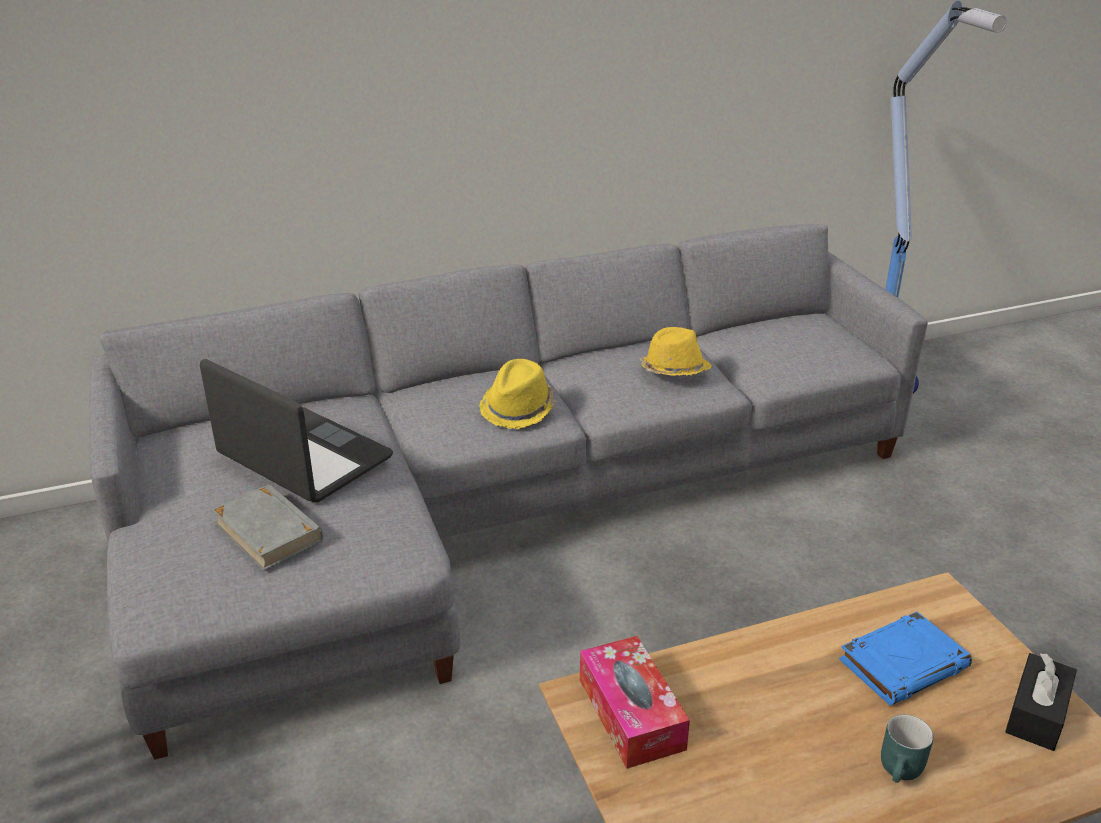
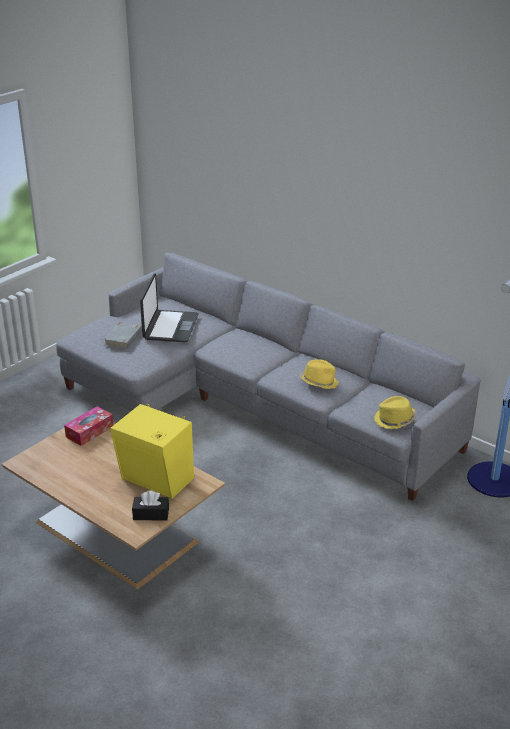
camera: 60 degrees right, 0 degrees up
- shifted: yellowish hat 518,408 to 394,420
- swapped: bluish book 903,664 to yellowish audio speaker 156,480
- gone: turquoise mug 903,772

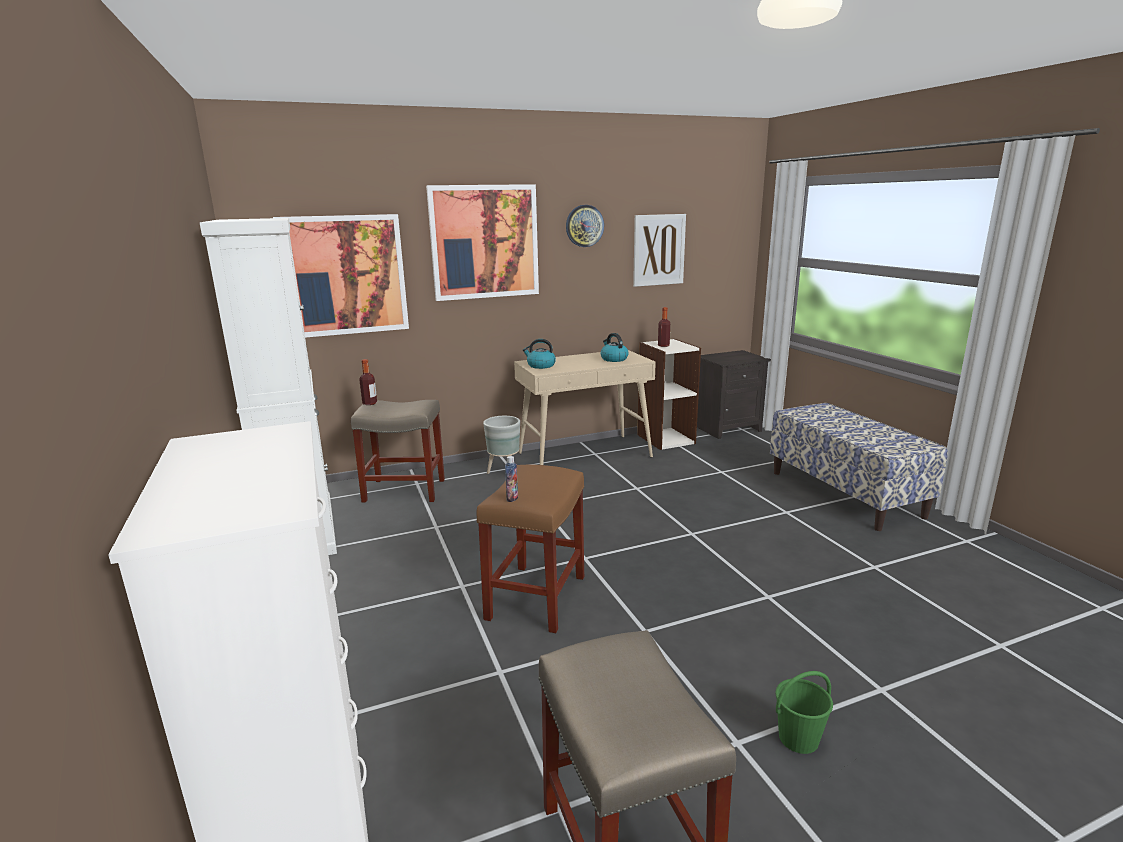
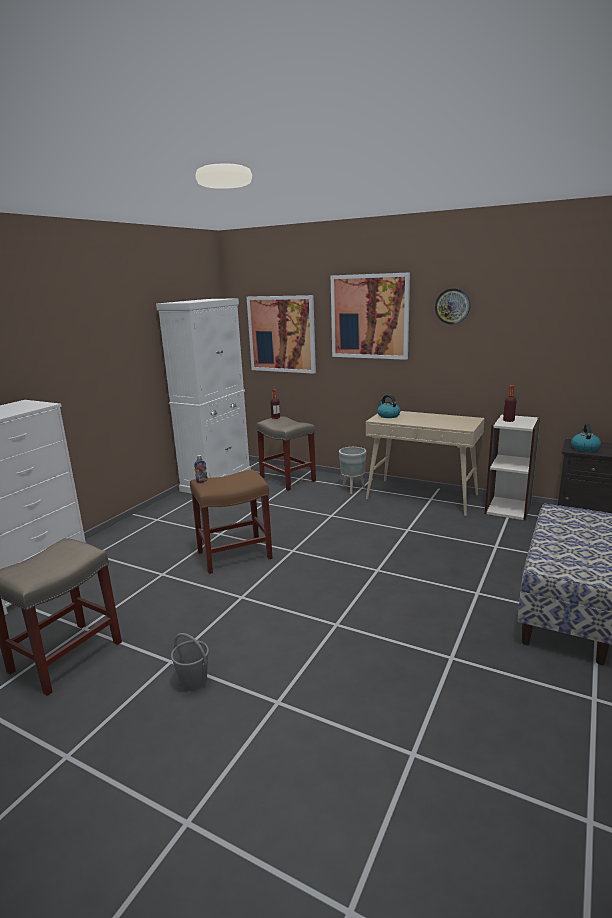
camera: 50 degrees right, 0 degrees up
- shifted: tea kettle 613,359 to 584,448
- gone: wall art 659,250
- repainted: green water bucket 797,738 to greyish water bucket 193,681

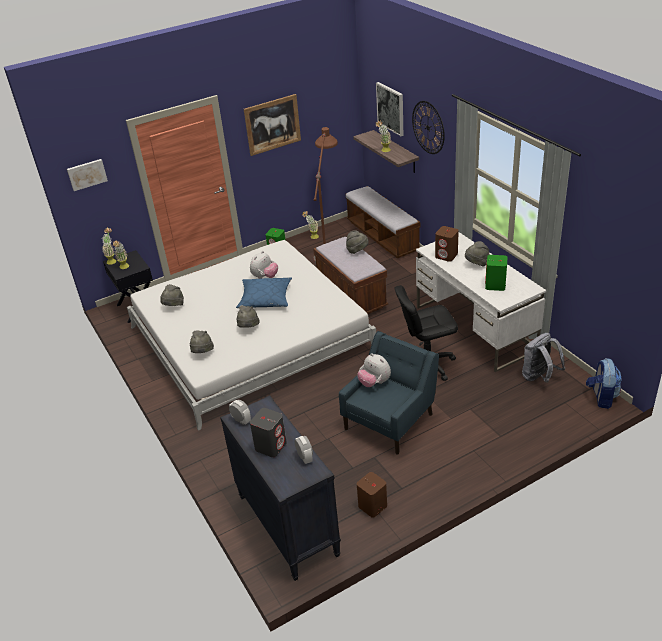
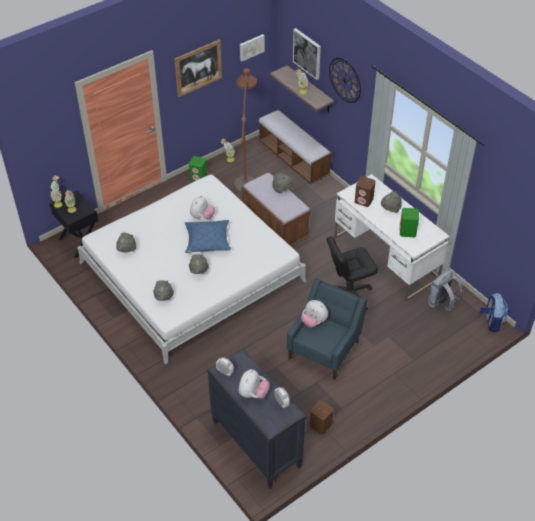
camera: 10 degrees left, 10 degrees up
- shifted: wall art 87,174 to 251,47
- swapped: greyish audio speaker 271,446 to cuddly toy 253,393

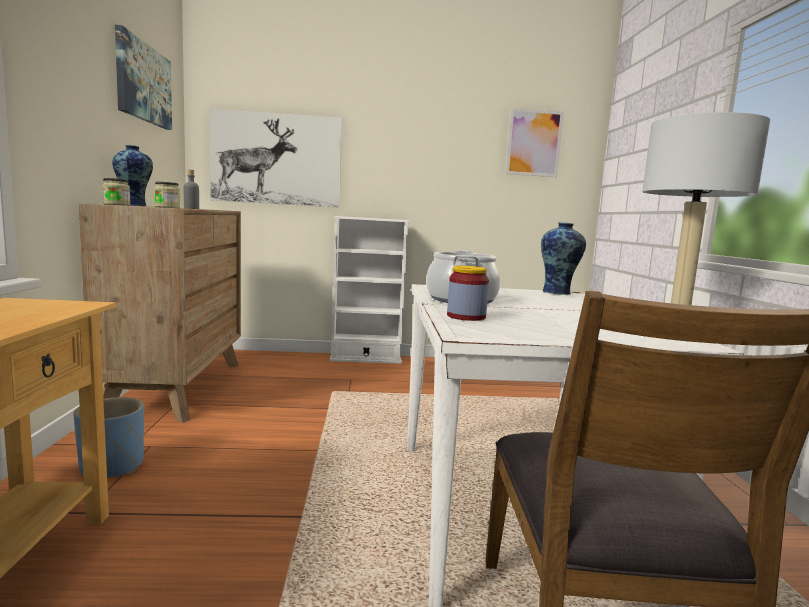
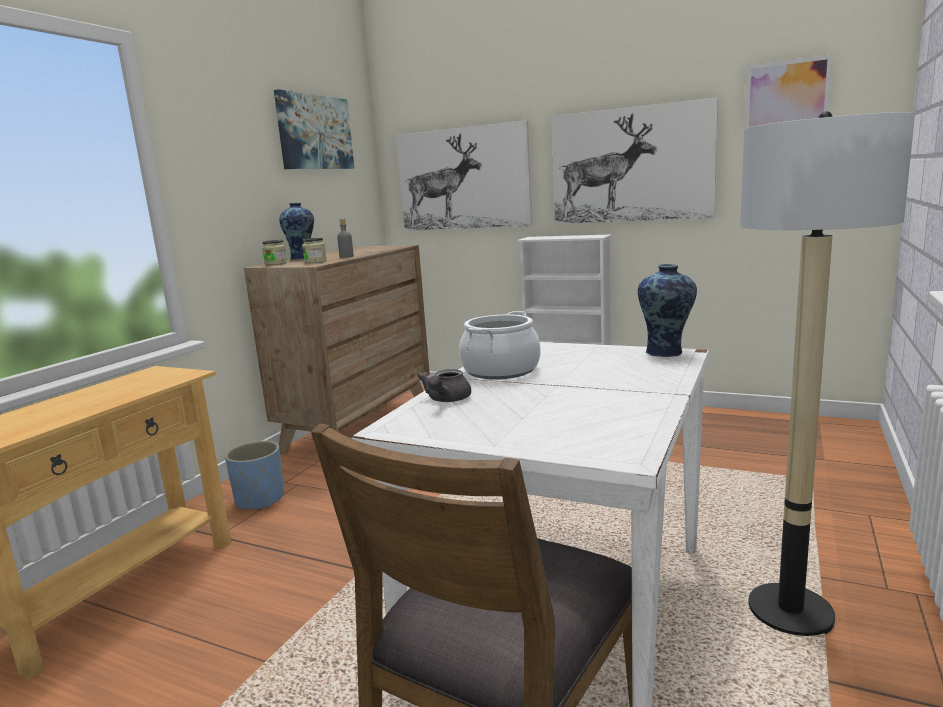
camera: 30 degrees right, 5 degrees up
- swapped: jar 466,316 to greyish teapot 446,400
- new: wall art 631,165

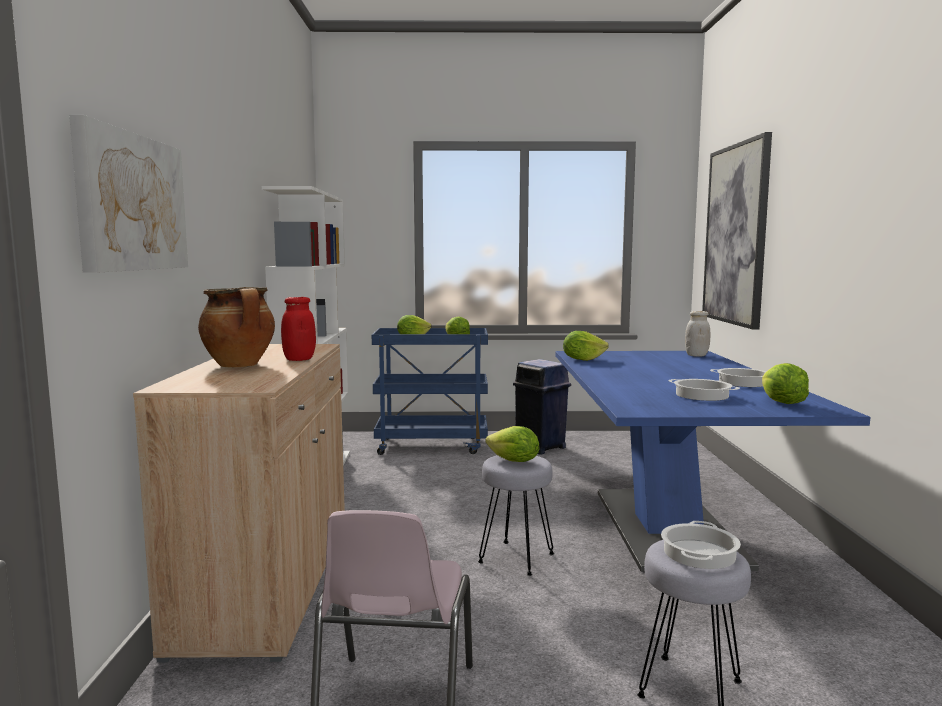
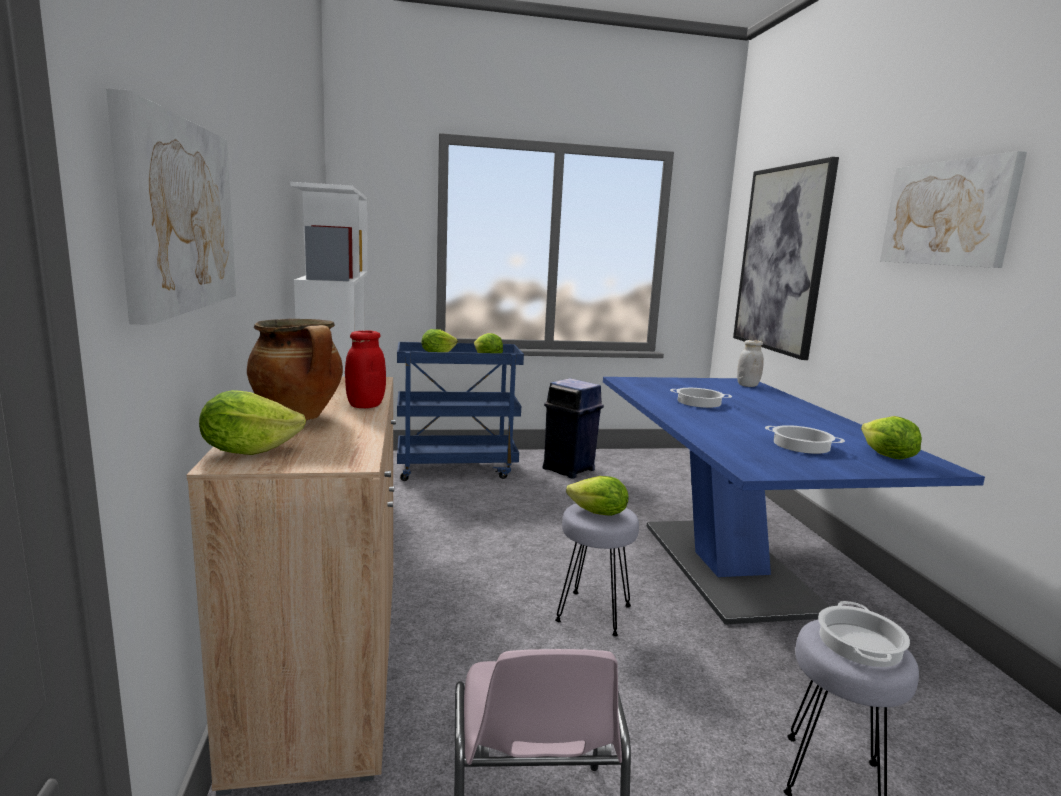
camera: 10 degrees left, 5 degrees up
- shifted: lettuce head 582,359 to 248,451
- shifted: saucepot 742,383 to 698,402
- new: wall art 948,213

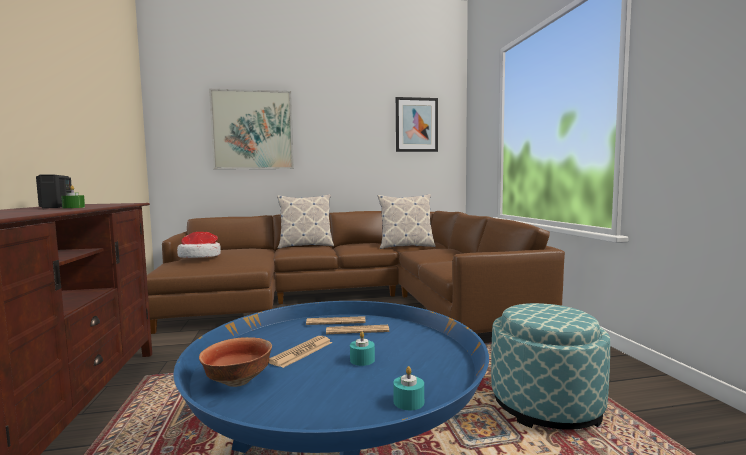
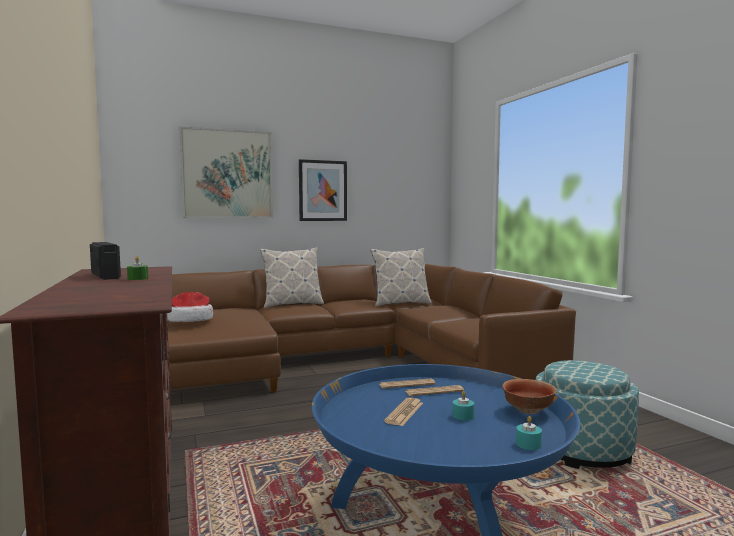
camera: 10 degrees left, 0 degrees up
- shifted: bowl 238,381 to 529,411
- shifted: wall art 416,125 to 322,190

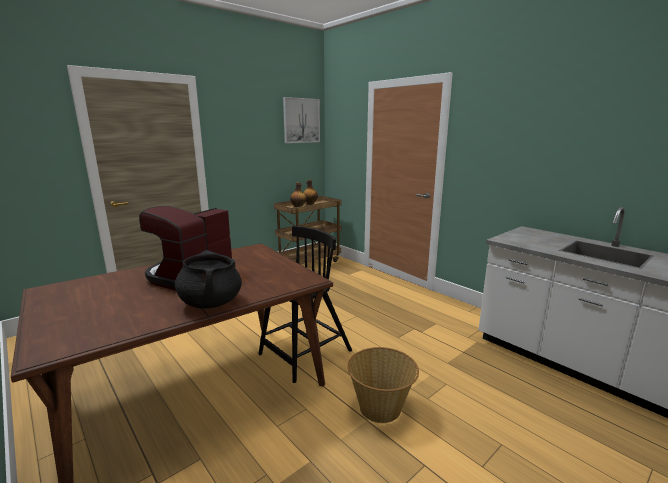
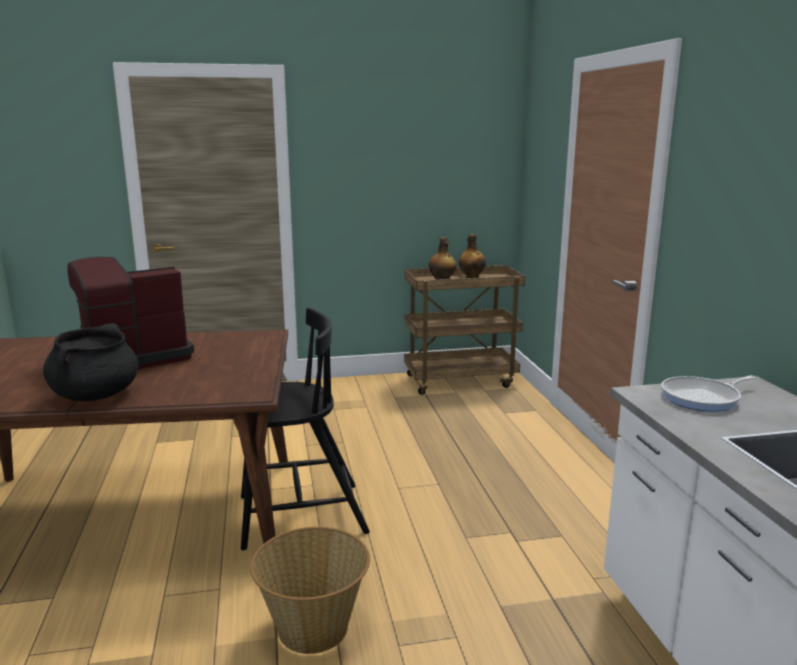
camera: 30 degrees right, 0 degrees up
- gone: wall art 301,120
- new: frying pan 703,398

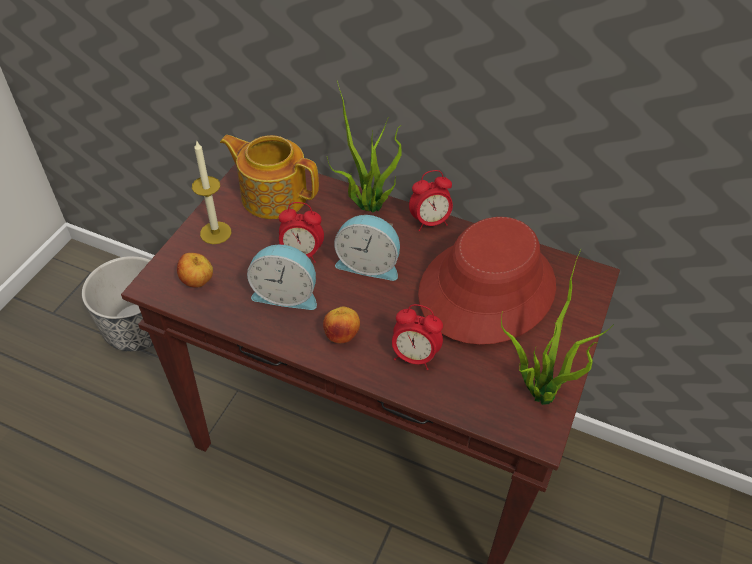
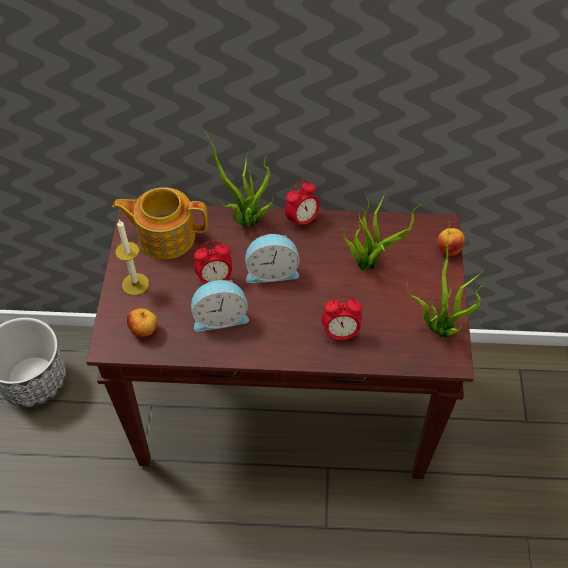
camera: 20 degrees left, 5 degrees up
- shifted: whole apple 342,335 to 448,250
- swapped: red-coloured hat 486,289 to plant in a pot 369,262

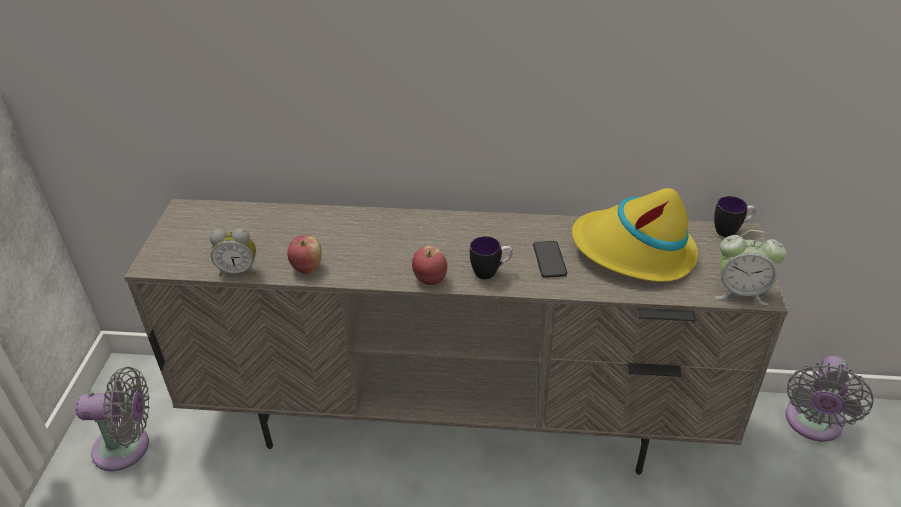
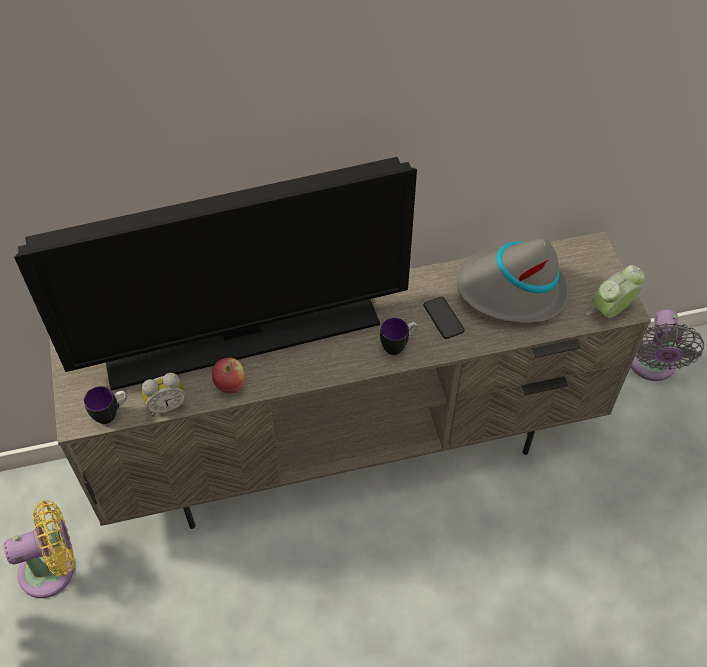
camera: 20 degrees left, 15 degrees up
- repainted: greyish fan 127,448 to yellowish fan 53,569
- gone: whole apple 430,279
- repainted: yellowish hat 633,251 to greyish hat 511,290
- shifted: mug 730,231 to 111,414
- rotated: table clock 740,292 = 610,311 150 degrees clockwise
- new: television 244,337

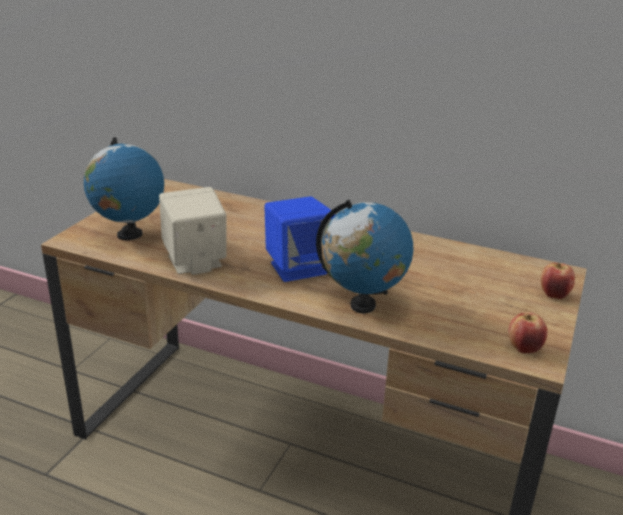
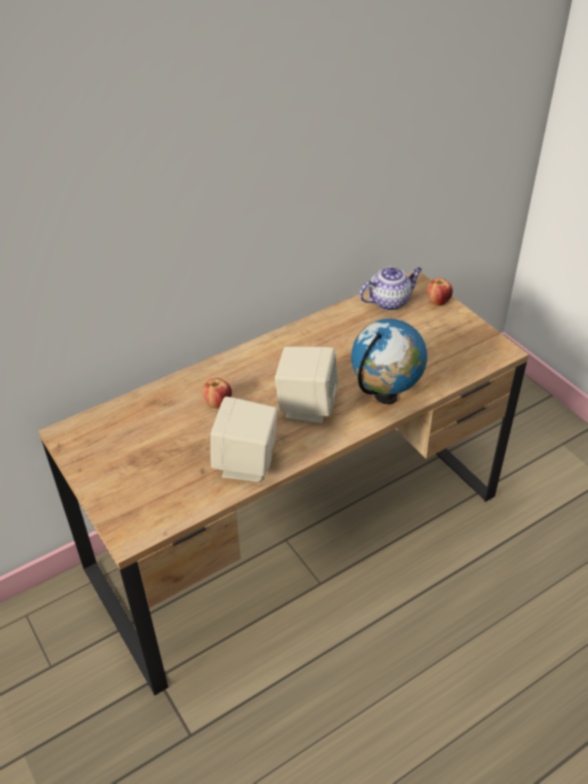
camera: 55 degrees left, 15 degrees up
- gone: desk globe 129,235
- repainted: bluish audio speaker 298,268 to sand-coloured audio speaker 306,406
- shifted: whole apple 524,348 to 218,403
- new: teapot 389,301

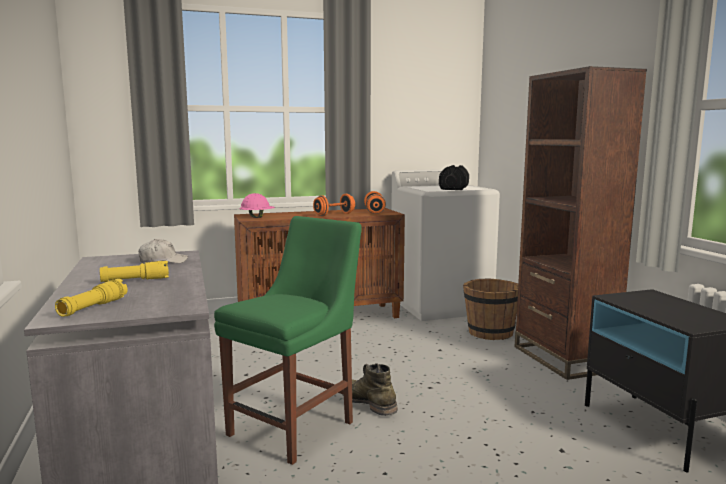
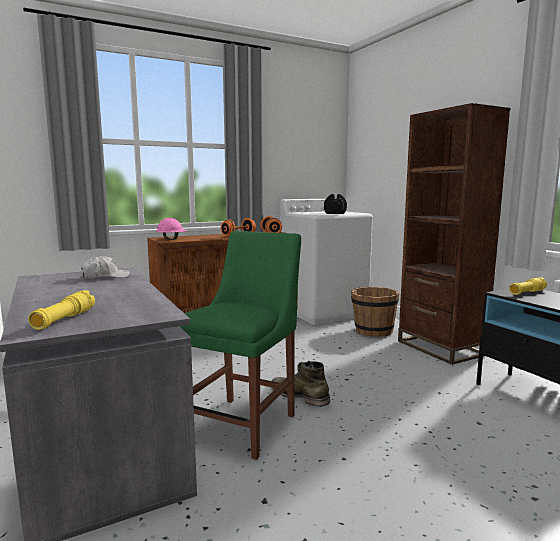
camera: 10 degrees left, 0 degrees up
- shifted: yellowish hand torch 135,280 to 527,292

